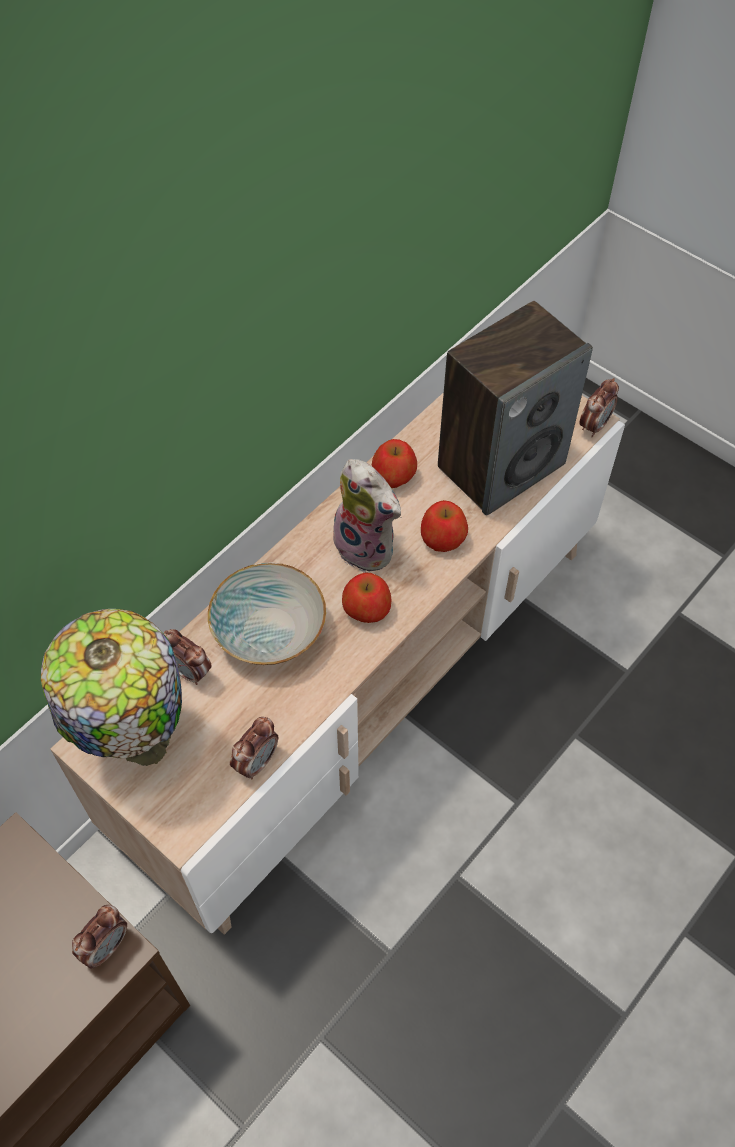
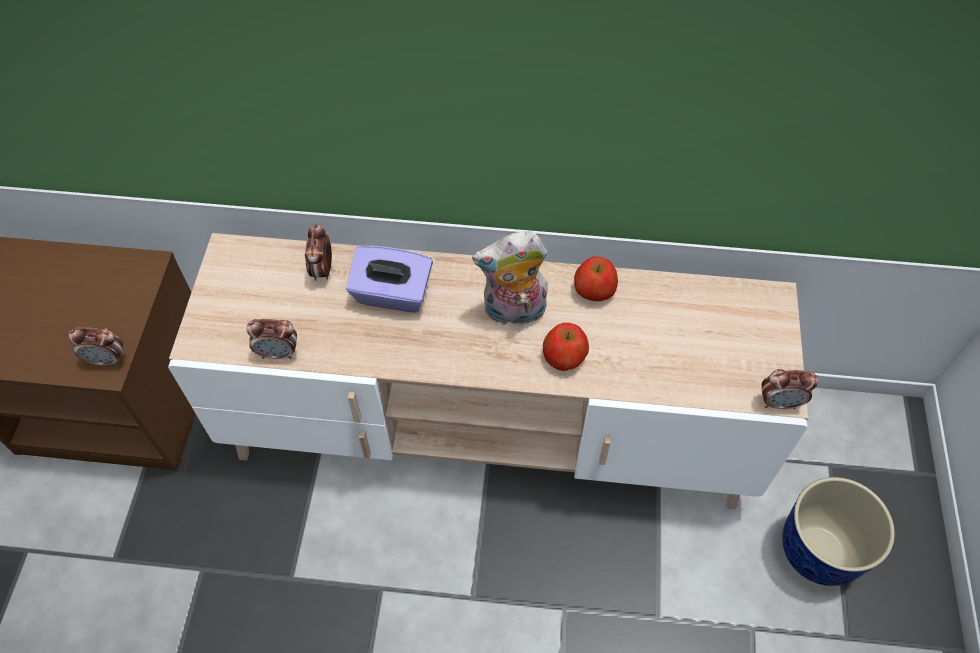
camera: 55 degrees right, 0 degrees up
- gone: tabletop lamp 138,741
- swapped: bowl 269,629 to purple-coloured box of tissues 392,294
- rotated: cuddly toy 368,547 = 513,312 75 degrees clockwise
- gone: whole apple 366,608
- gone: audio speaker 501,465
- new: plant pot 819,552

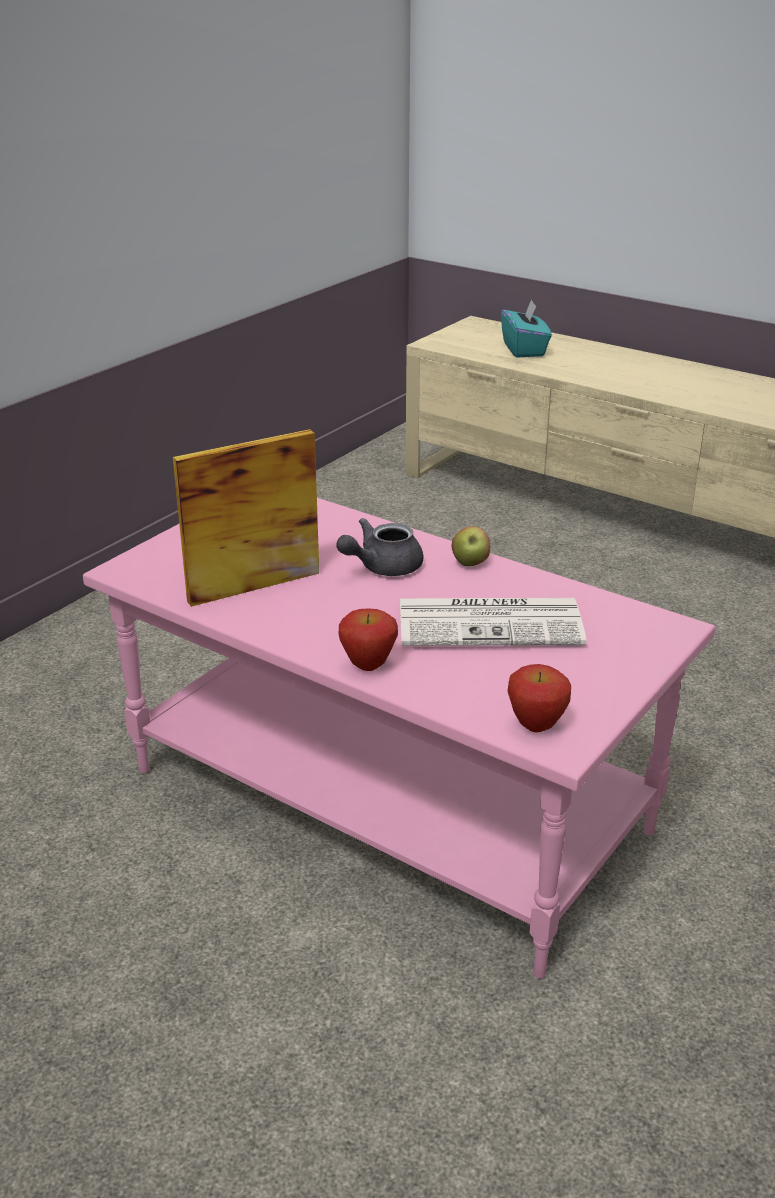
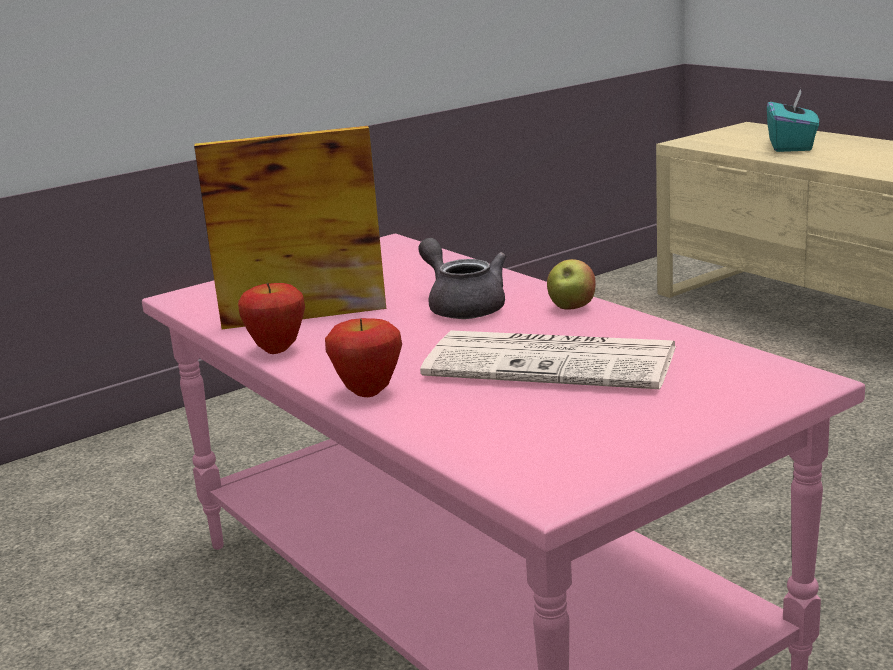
camera: 20 degrees right, 10 degrees down
- rotated: greyish teapot 382,567 = 462,306 75 degrees clockwise
- shifted: whole apple 536,726 to 277,350

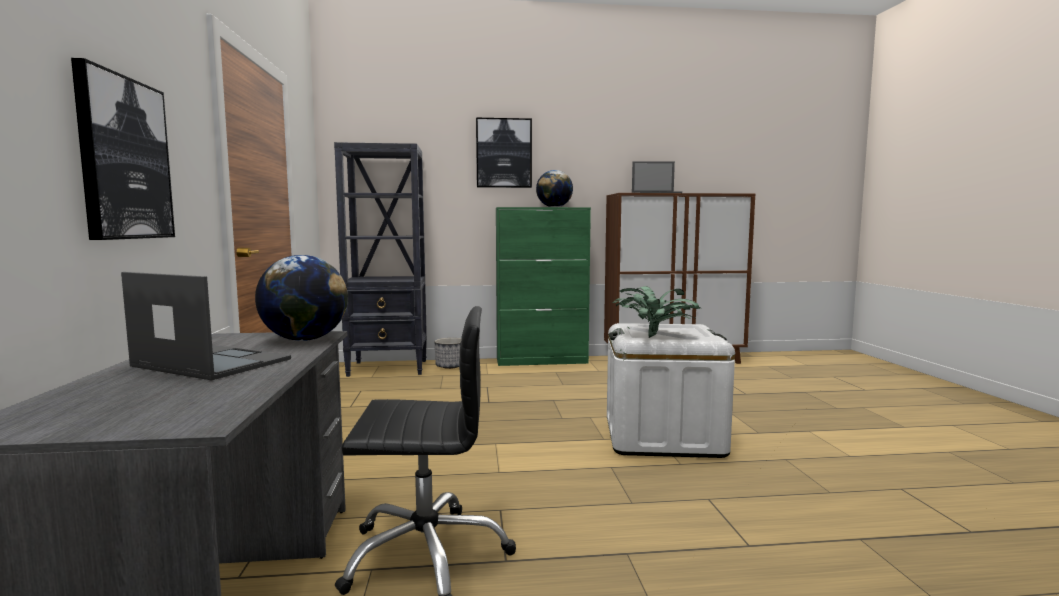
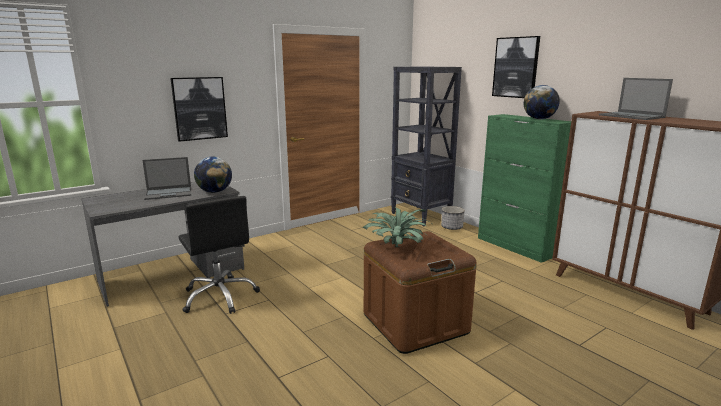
camera: 60 degrees right, 10 degrees up
- rotated: notebook computer 210,363 = 169,193 75 degrees clockwise
- repainted: white storage box 663,436 to brown-coloured storage box 415,323

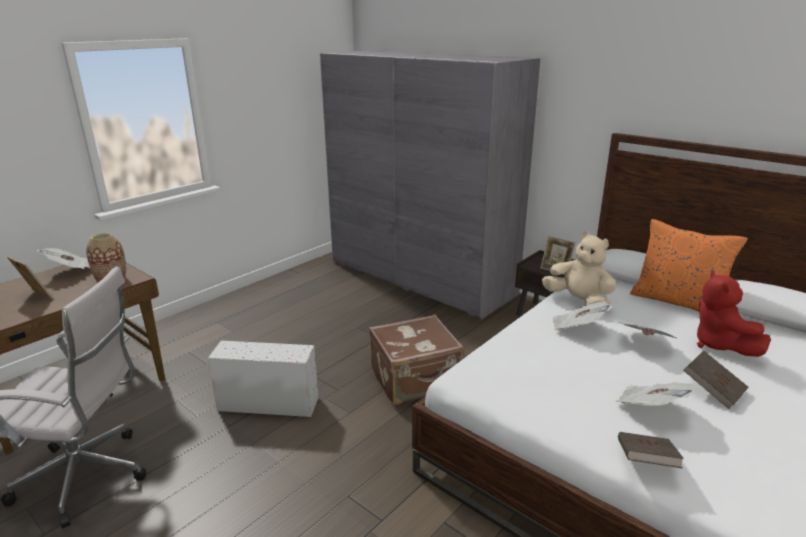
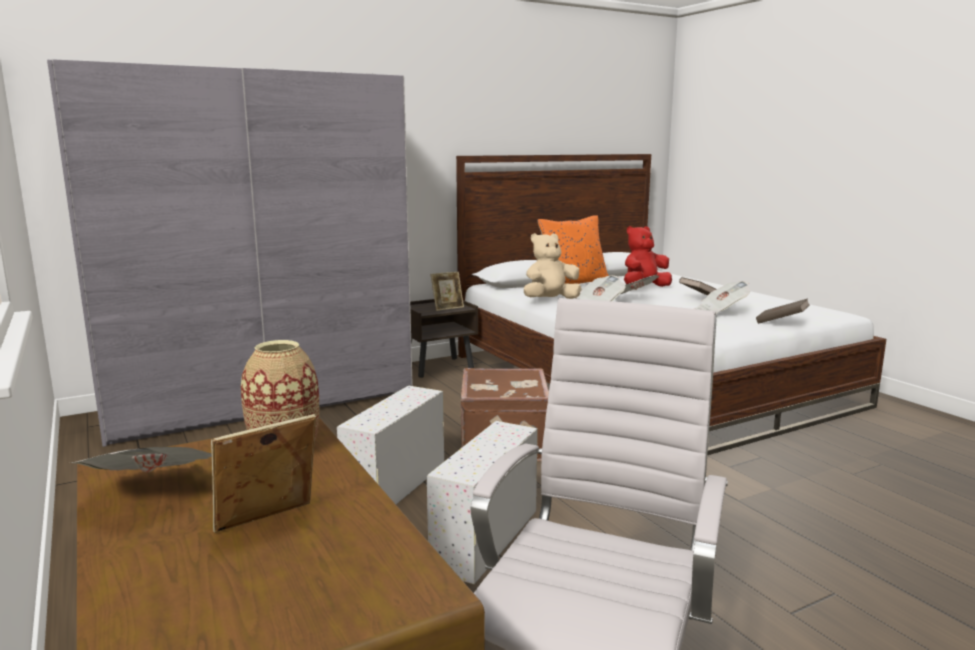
camera: 70 degrees left, 10 degrees down
- rotated: red-coloured cuddly toy 719,345 = 644,288 135 degrees clockwise
- new: white storage box 395,486

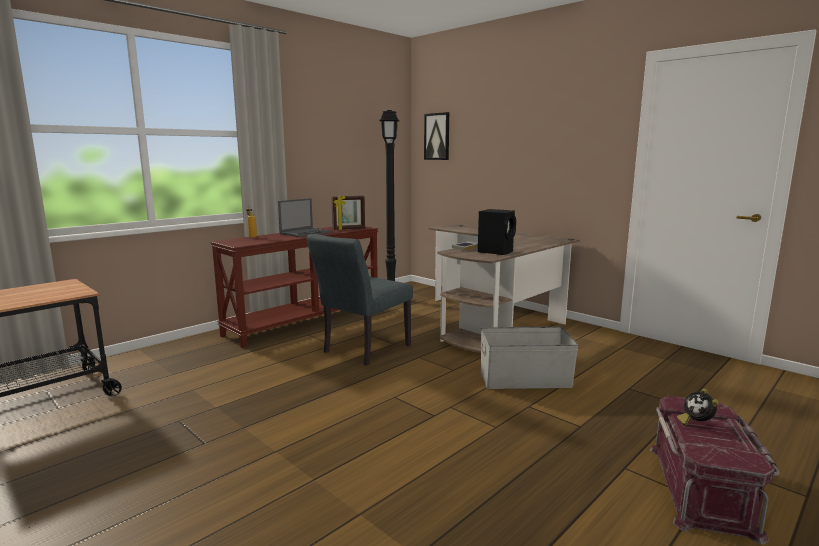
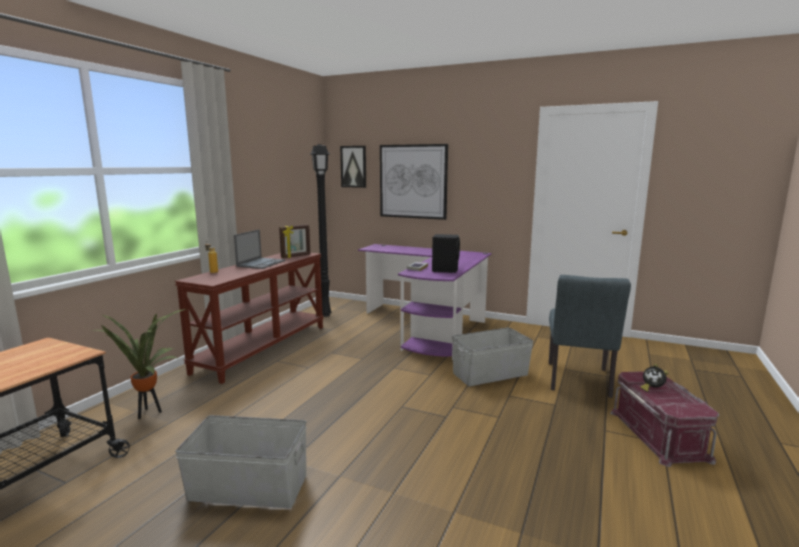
camera: 20 degrees left, 0 degrees up
- shifted: greyish upright chair 362,350 to 578,382
- repainted: brown-coloured desk 495,320 to purple-coloured desk 430,326
- new: plant in a pot 149,413
- new: greyish storage box 249,488
- new: wall art 413,181

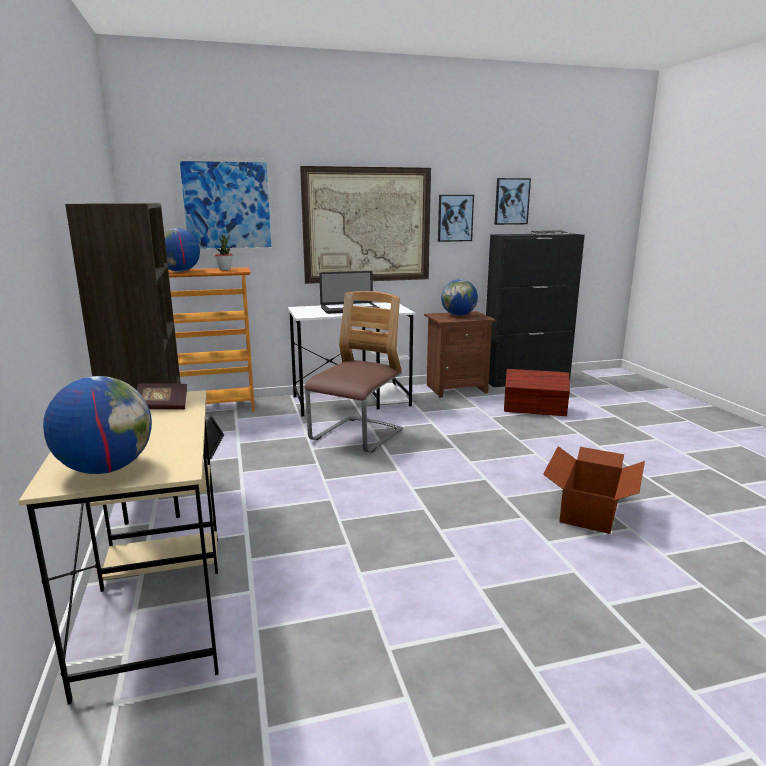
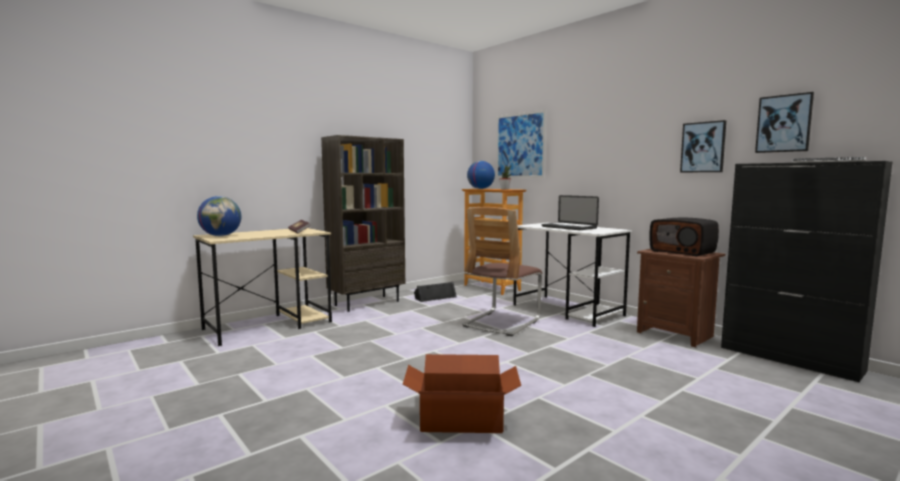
camera: 65 degrees right, 10 degrees down
- gone: wall art 367,225
- rotated: upright chair 357,436 = 502,323 120 degrees clockwise
- swapped: desk globe 458,315 to radio receiver 683,251
- gone: brown-coloured storage box 535,409

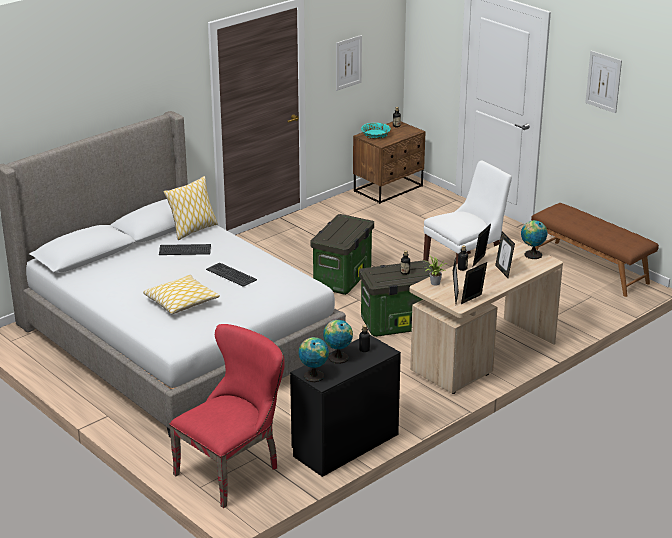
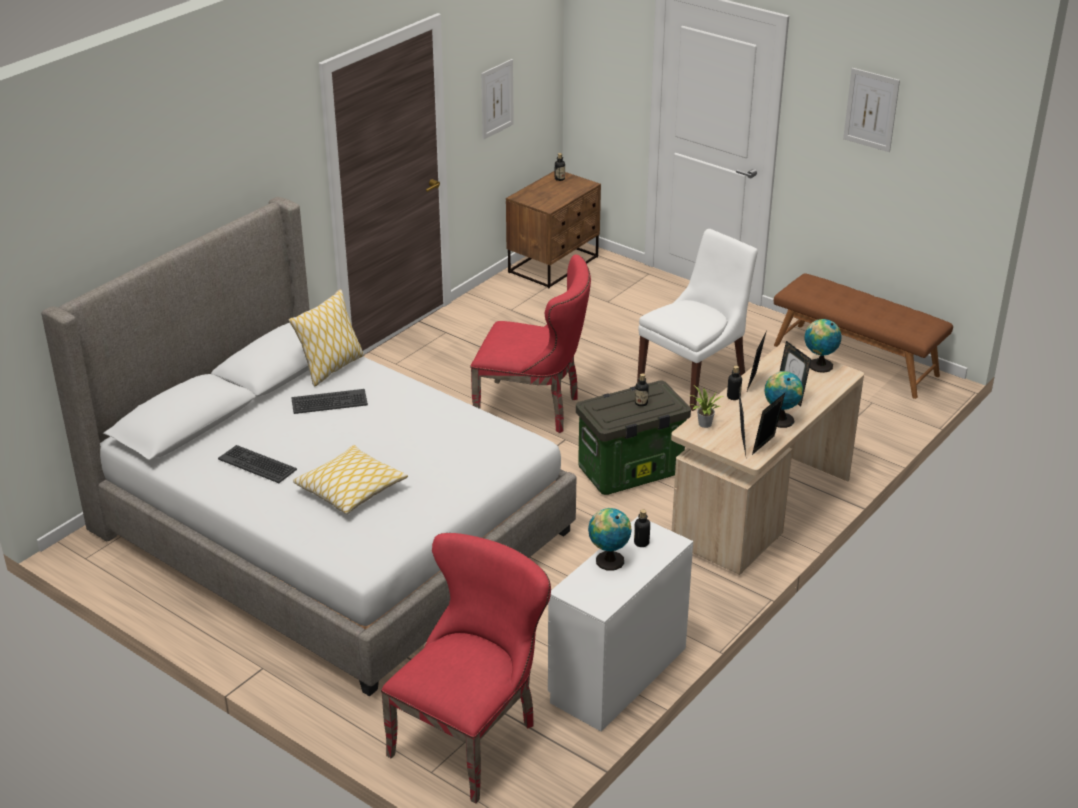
camera: 10 degrees left, 5 degrees up
- shifted: computer keyboard 231,275 to 257,464
- repainted: black-coloured dresser 344,445 to white dresser 616,674
- shifted: desk globe 313,375 to 780,419
- swapped: storage box 342,279 to red-coloured upright chair 534,409
- gone: turquoise bowl 375,136

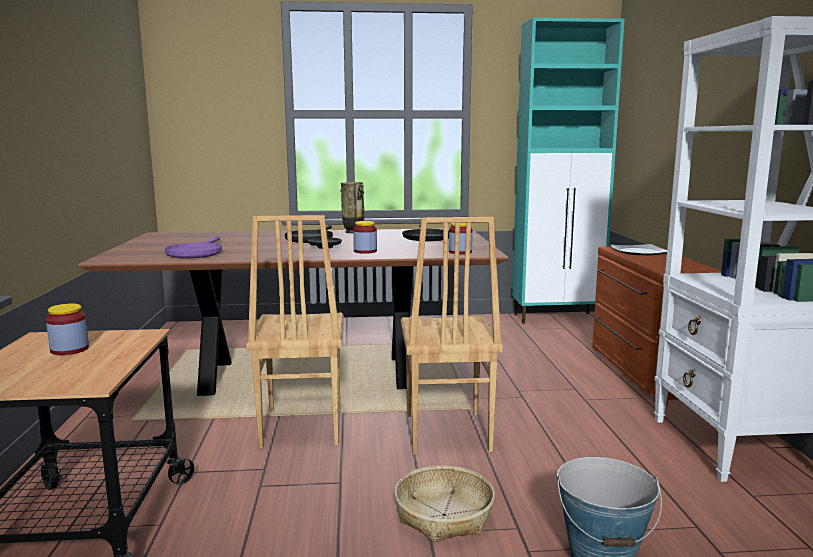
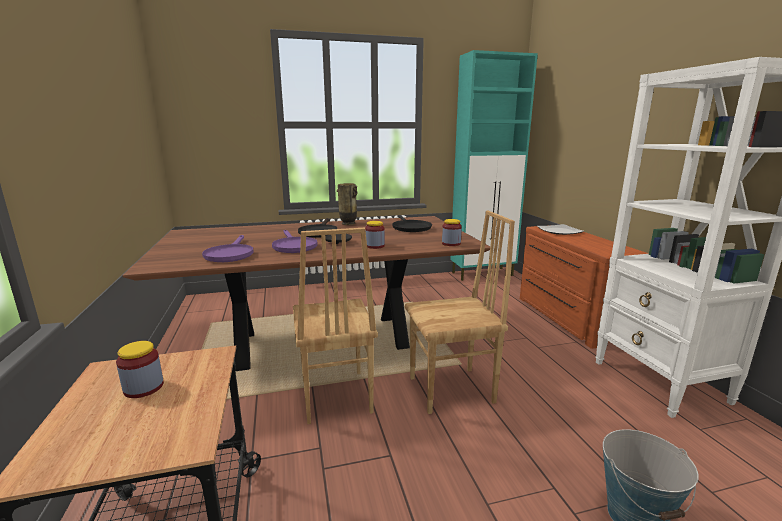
camera: 10 degrees left, 5 degrees up
- gone: storage basket 444,515
- rotated: brown-coloured upright chair 445,433 = 452,390 90 degrees counterclockwise
- new: purple-coloured frying pan 293,246

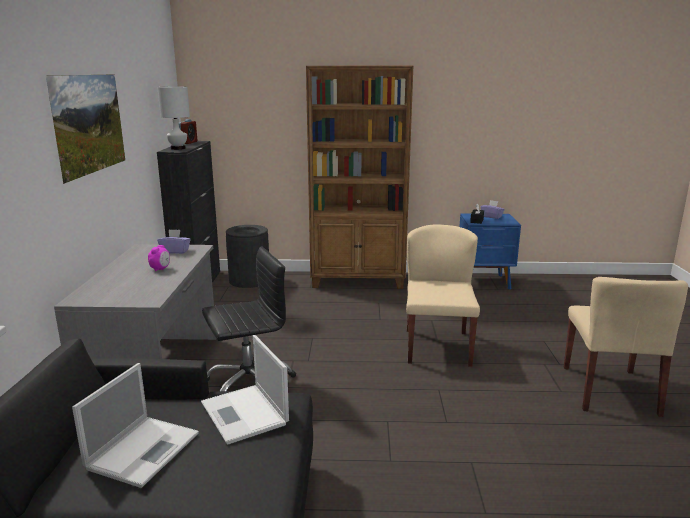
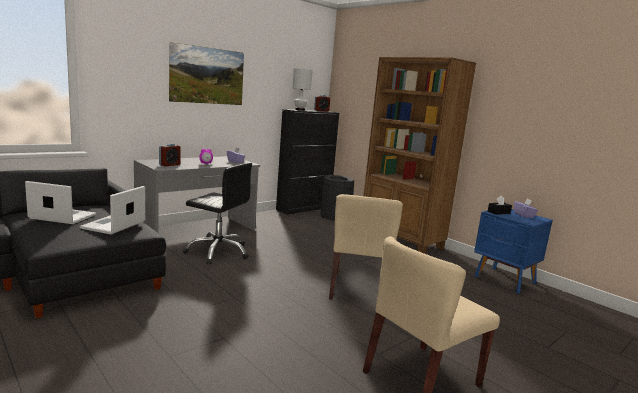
camera: 45 degrees right, 5 degrees down
- rotated: notebook computer 144,449 = 61,216 150 degrees counterclockwise
- rotated: sand-coloured upright chair 437,347 = 358,289 135 degrees clockwise
- new: table clock 169,165

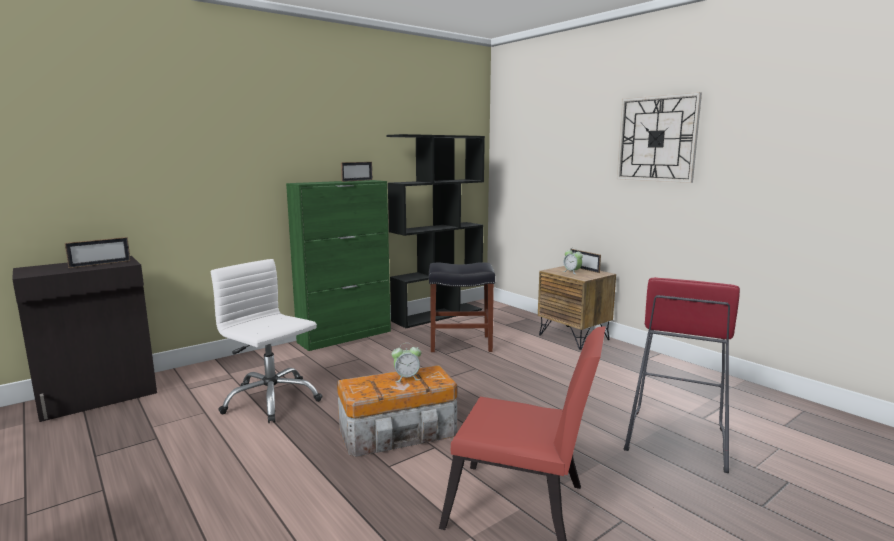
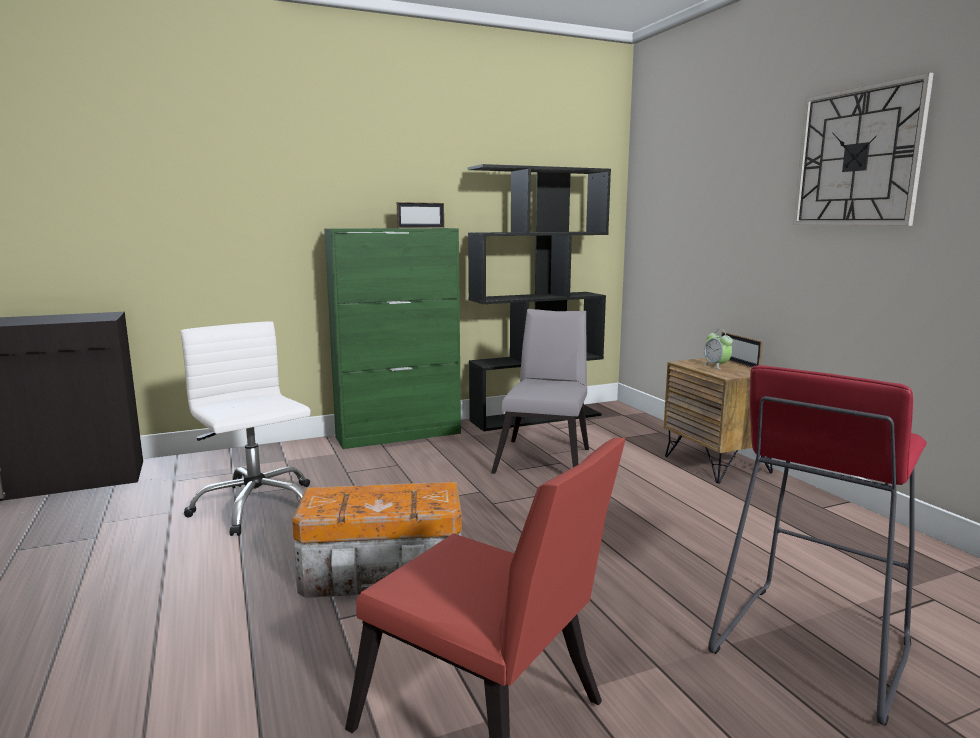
camera: 15 degrees right, 0 degrees up
- gone: photo frame 100,264
- gone: table clock 407,378
- swapped: black-coloured stool 461,343 to greyish upright chair 545,458

